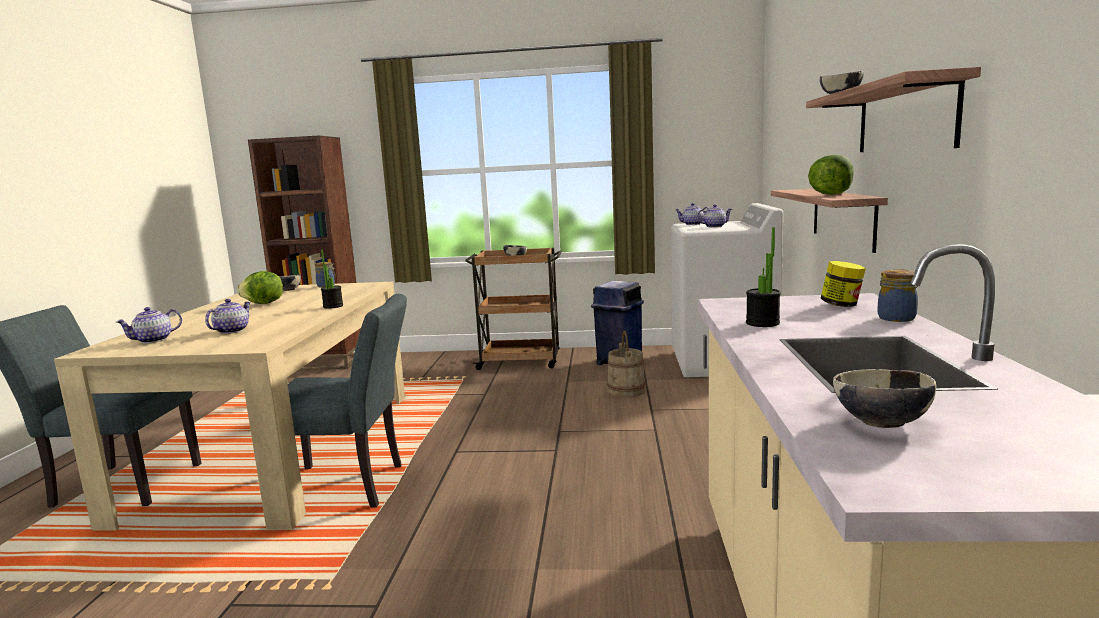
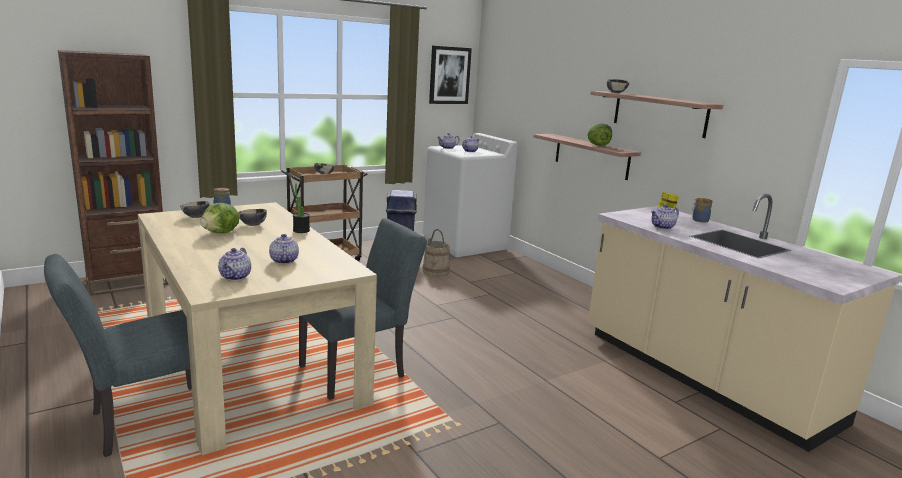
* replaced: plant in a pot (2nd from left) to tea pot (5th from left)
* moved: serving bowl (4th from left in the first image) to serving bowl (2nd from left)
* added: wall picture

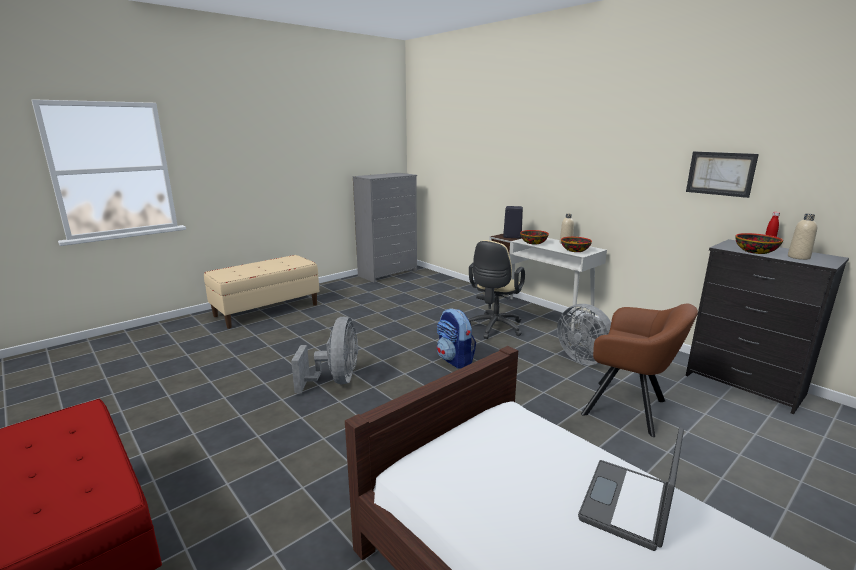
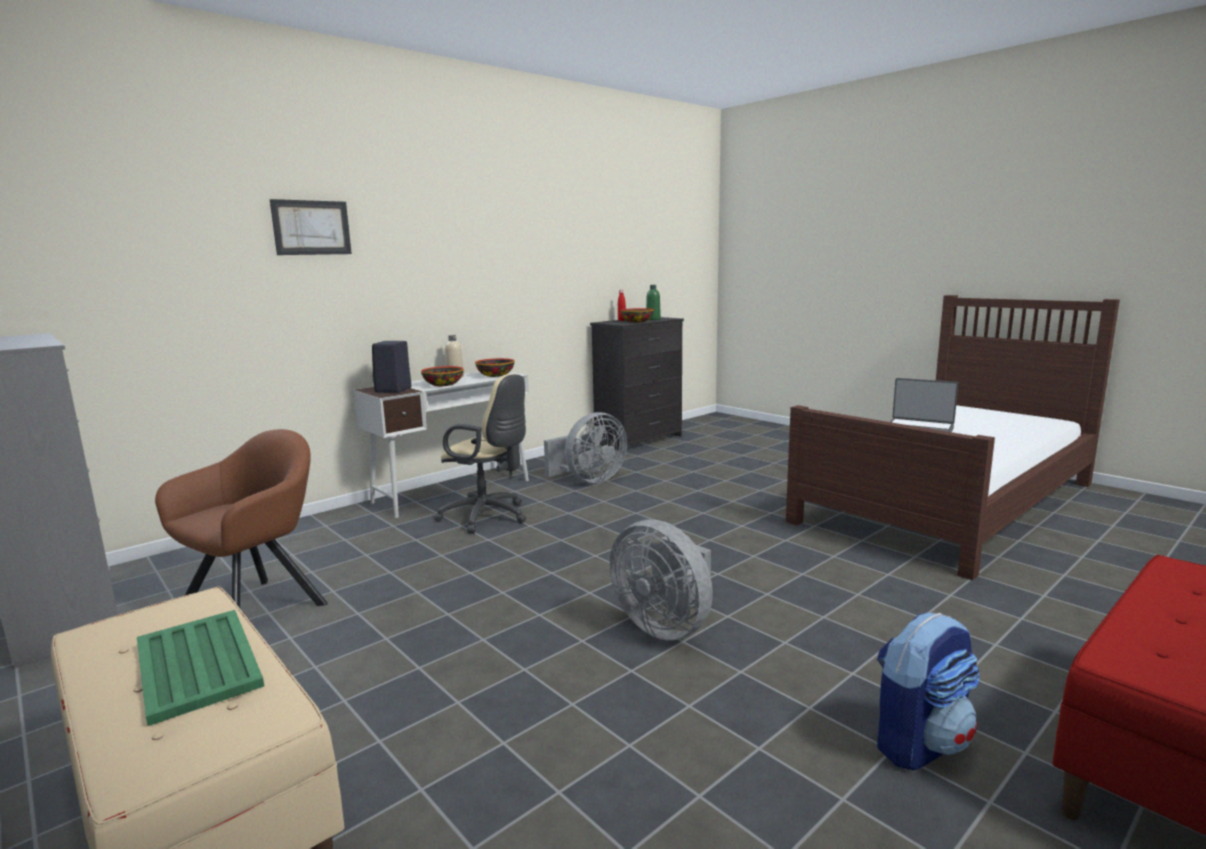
* turned: electric fan in greyish (1st from left in the first image) 135 degrees counterclockwise
* moved: rucksack
* moved: armchair in brown-coloured
* moved: wall picture
* recoloured: beverage bottle in sand-coloured (2nd from left) to beverage bottle in greenish
* added: tray in greenish

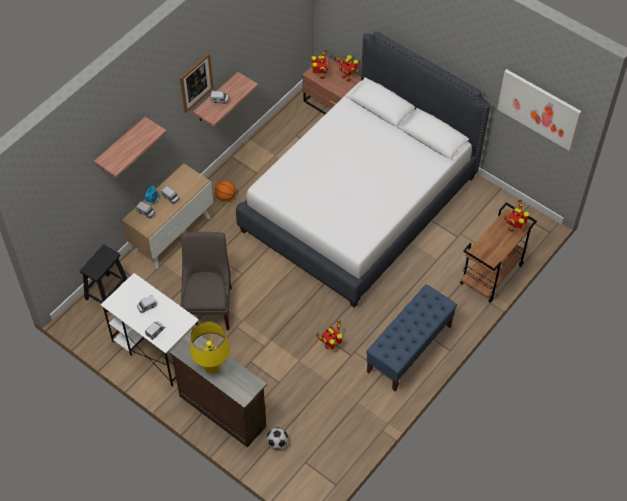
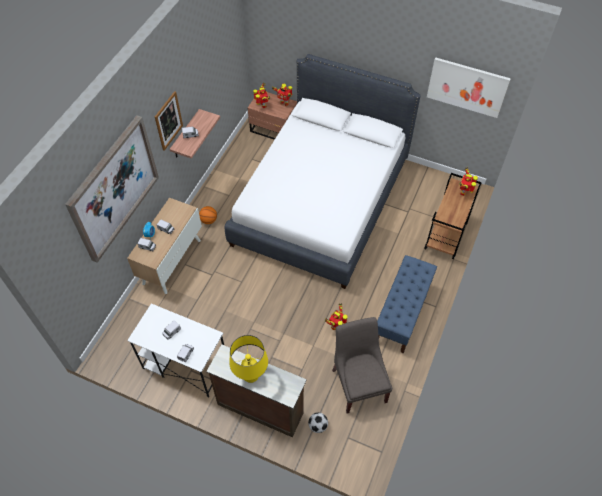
* removed: stool seat in black
* replaced: shelf (1st from left) to wall picture (1st from left)
* moved: chair in greyish

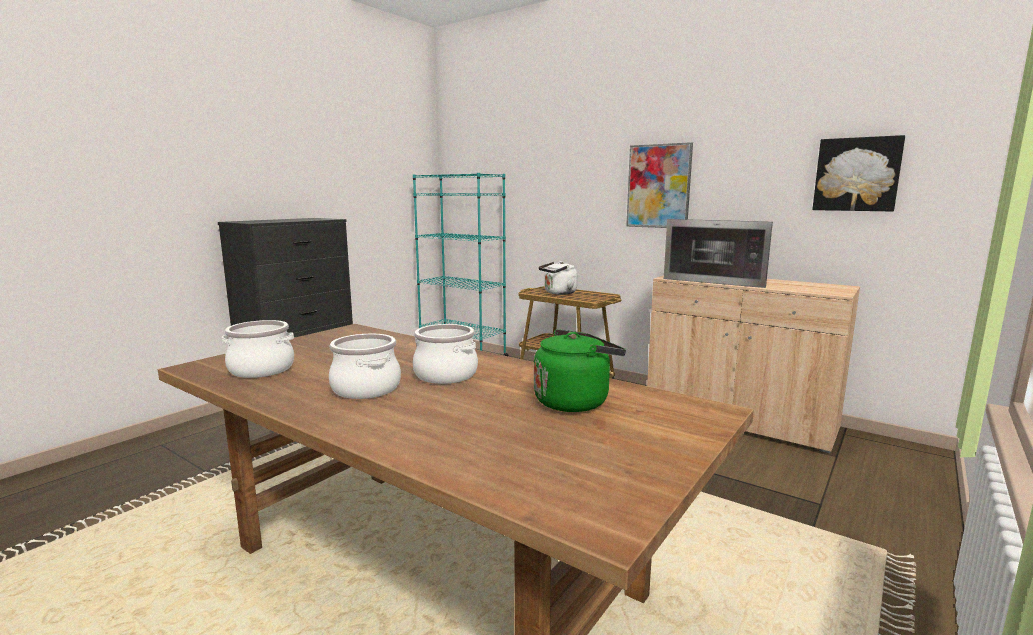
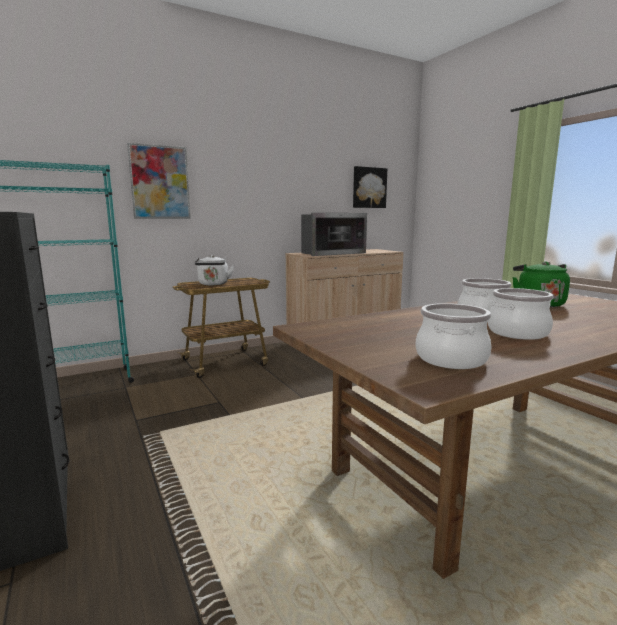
* moved: wall picture (1st from left)

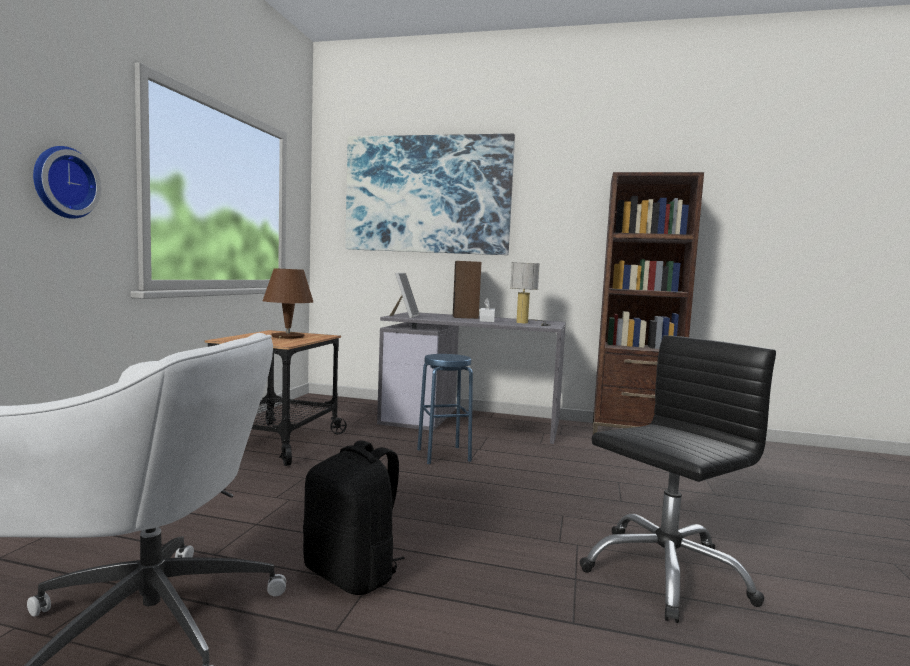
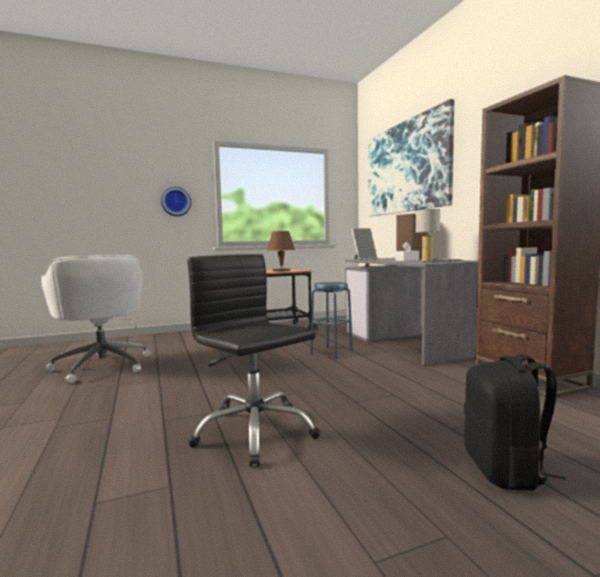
* moved: rucksack in black
* turned: office chair in black 150 degrees counterclockwise

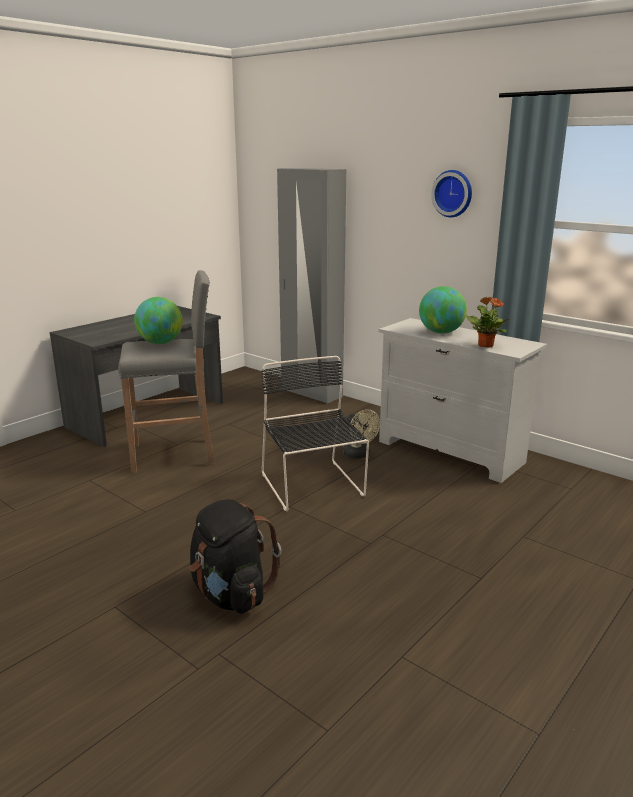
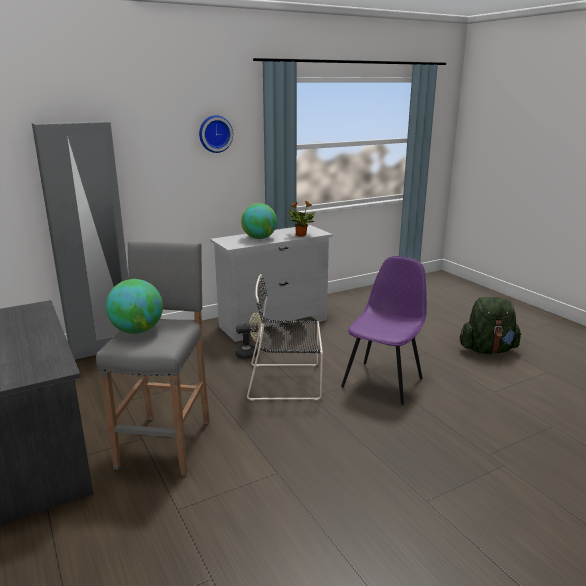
* removed: rucksack in black
* added: chair in purplish
* added: rucksack in greenish

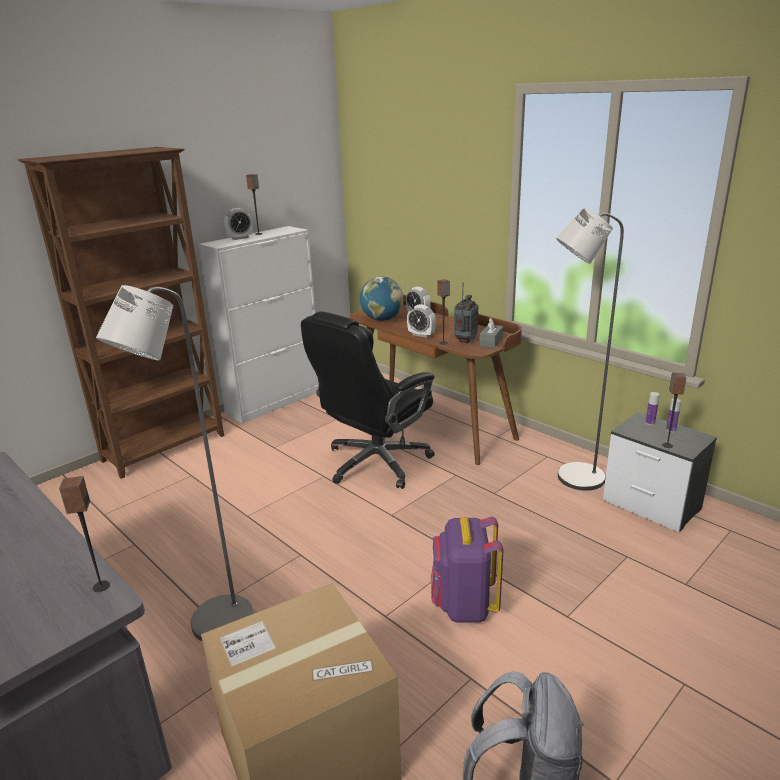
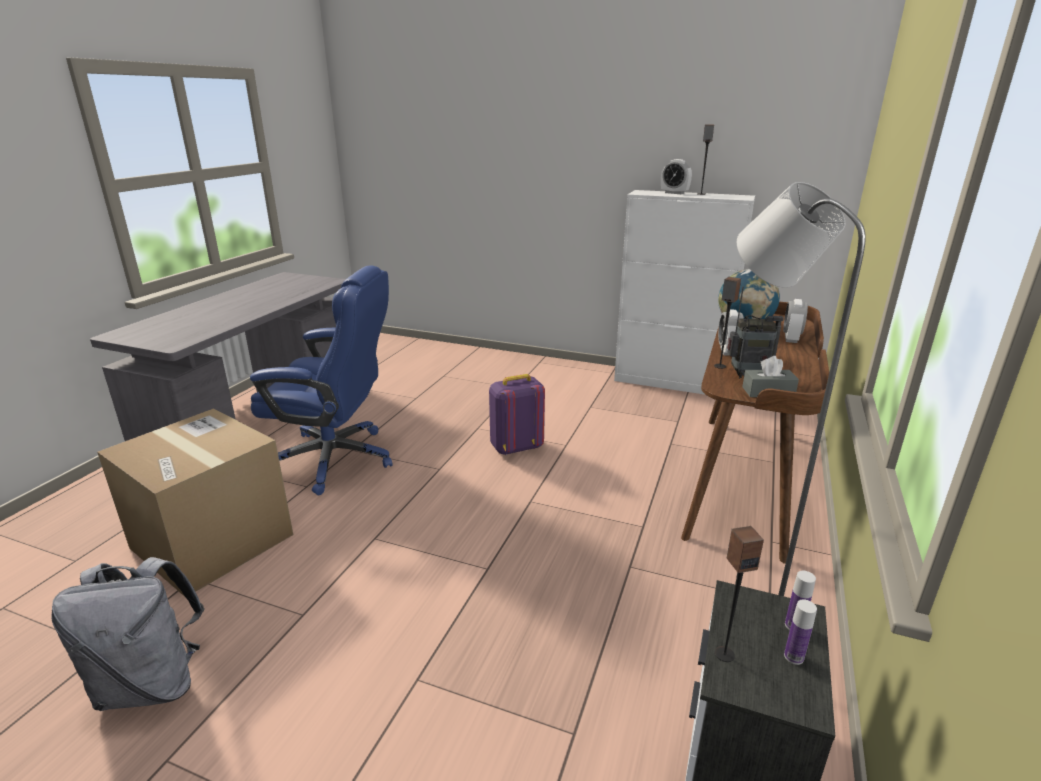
* removed: bookshelf in brown-coloured
* removed: speaker (1st from left)
* replaced: standard lamp in greyish (1st from left) to office chair in blue-coloured
* removed: office chair in black
* moved: rucksack in purplish

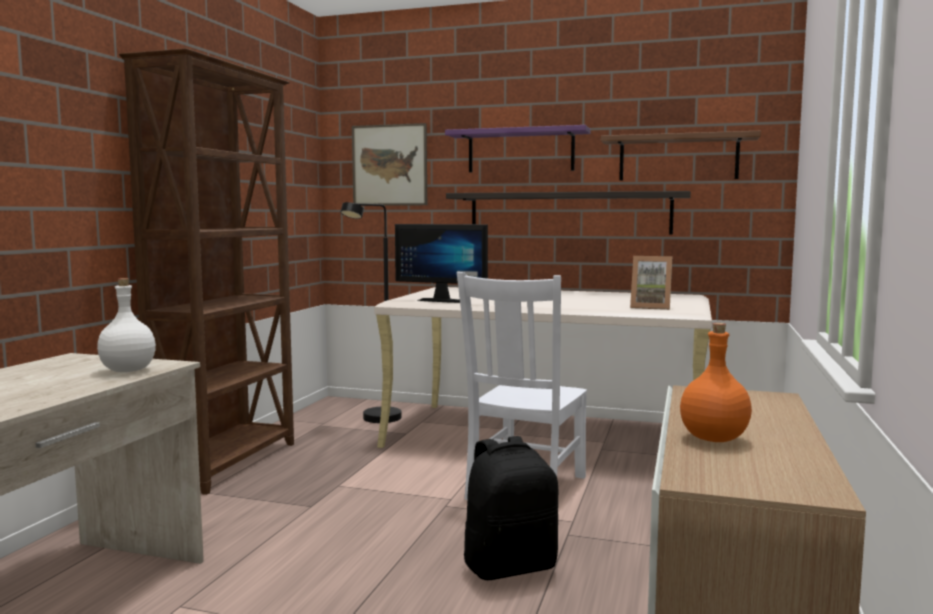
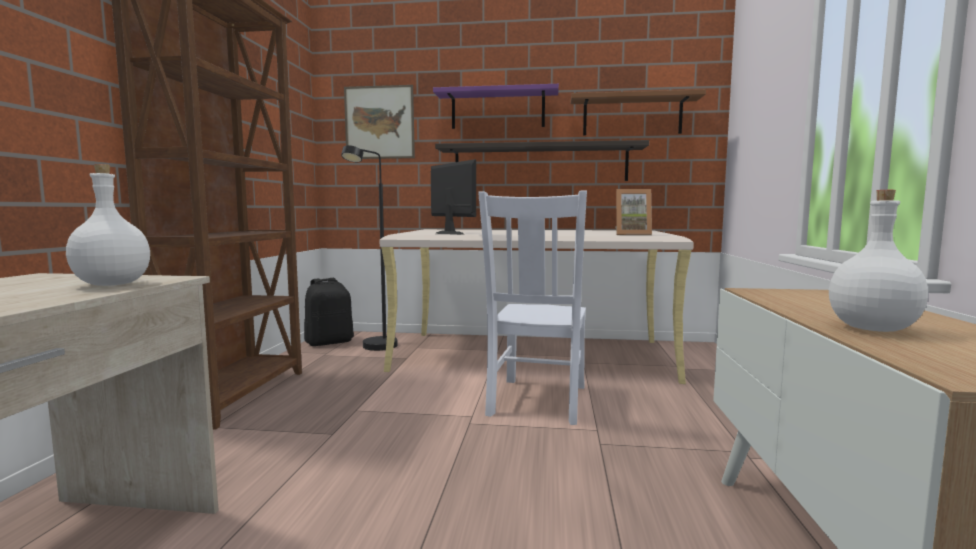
* turned: computer display 135 degrees counterclockwise
* moved: rucksack in black
* recoloured: beverage bottle in orange to beverage bottle in white (2nd from left)

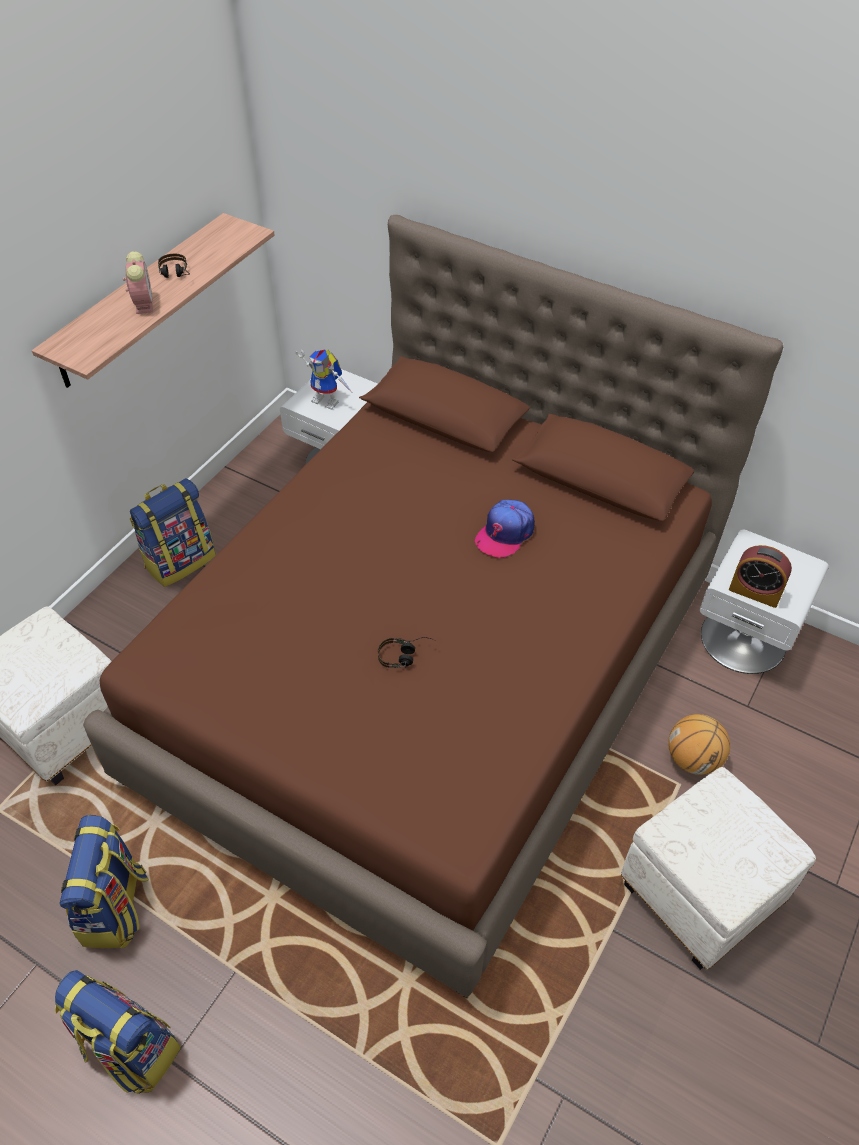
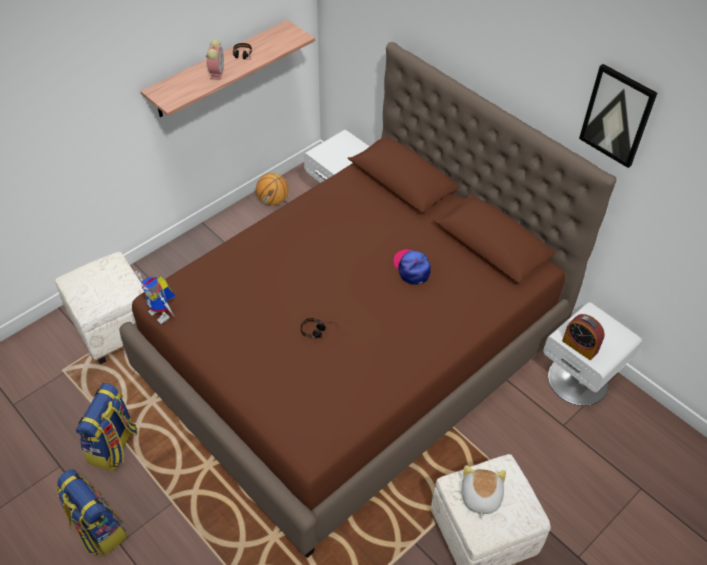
* removed: rucksack (3rd from left)
* moved: robot figure
* turned: peaked cap 105 degrees clockwise
* moved: basketball
* added: soft toy
* added: wall picture

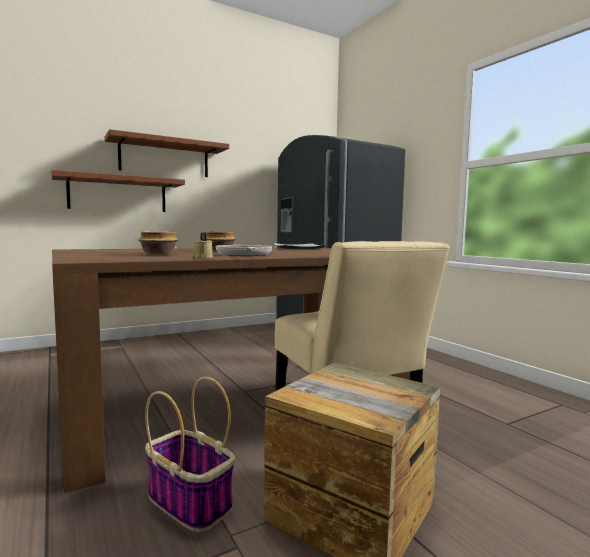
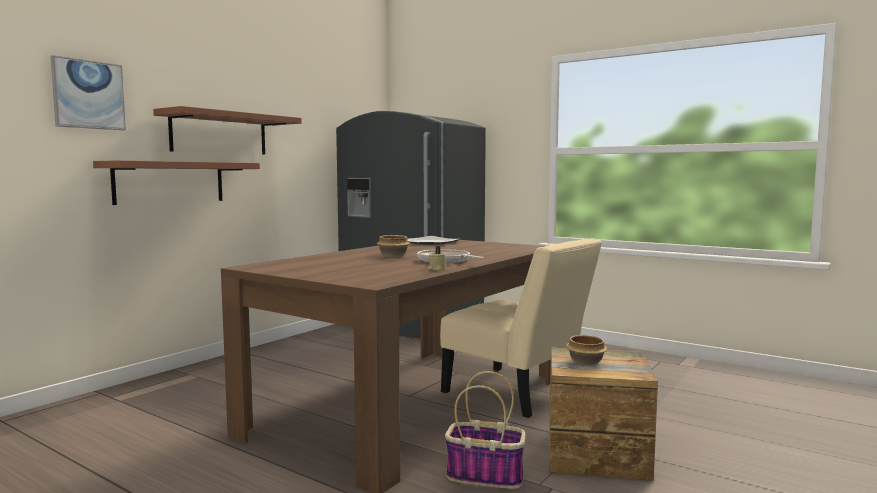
* moved: serving bowl (1st from left in the first image) to serving bowl (2nd from left)
* added: wall picture

